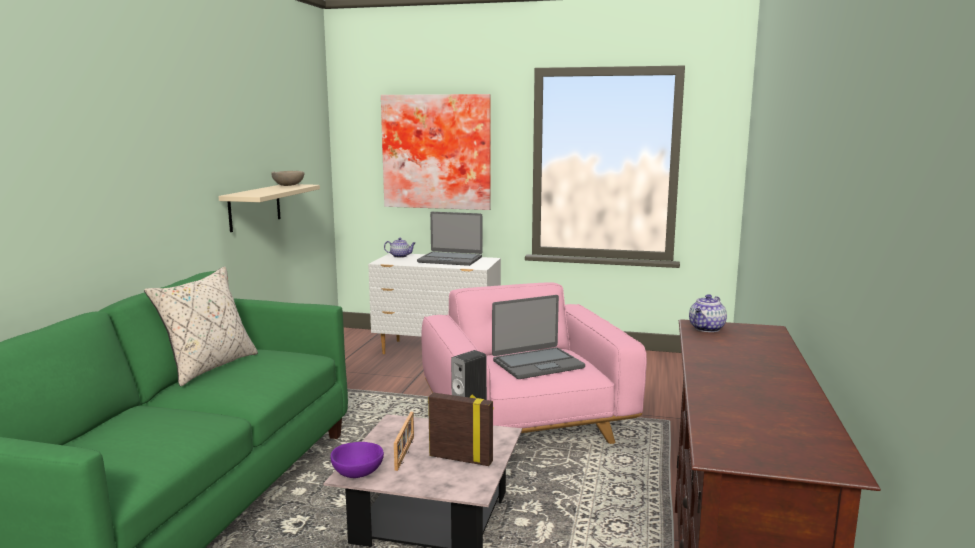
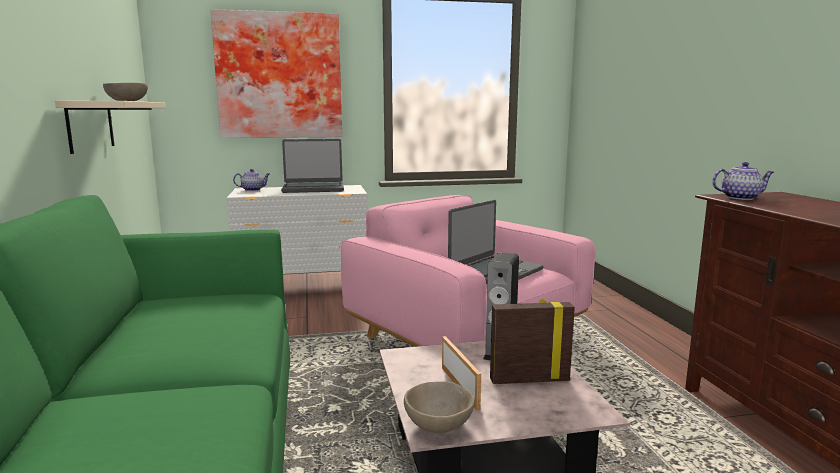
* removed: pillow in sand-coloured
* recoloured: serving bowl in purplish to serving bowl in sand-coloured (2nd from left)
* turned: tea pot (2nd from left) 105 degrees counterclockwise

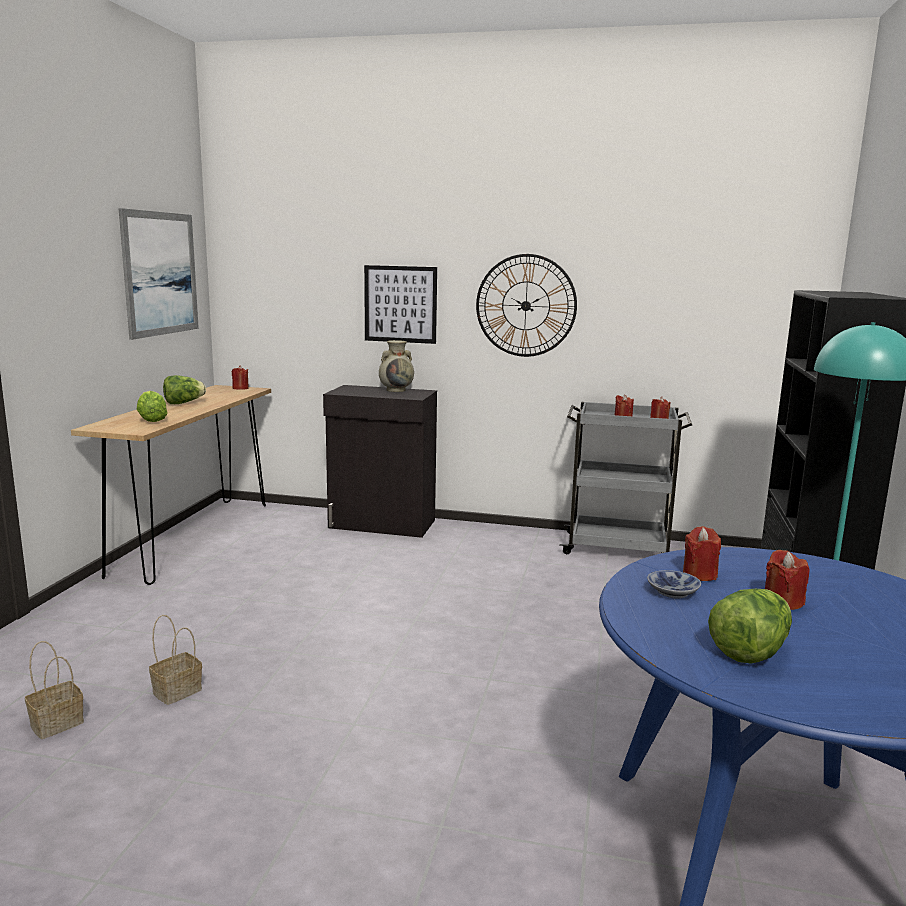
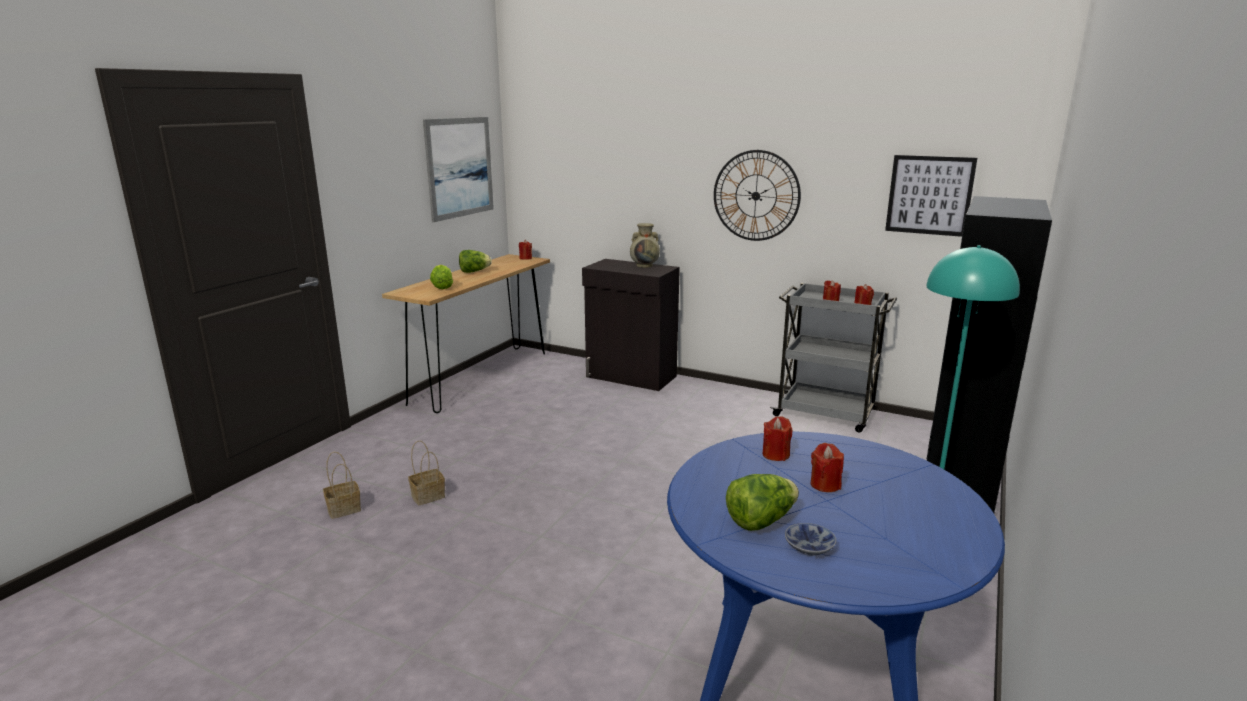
* moved: wall picture (2nd from left)
* moved: serving bowl

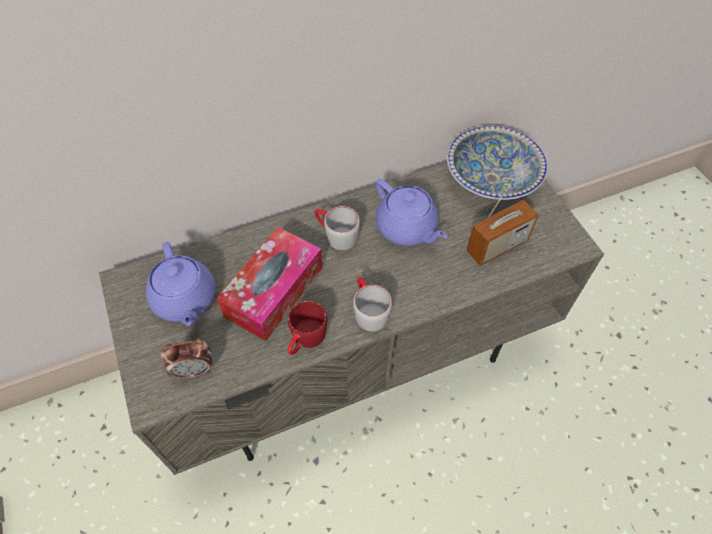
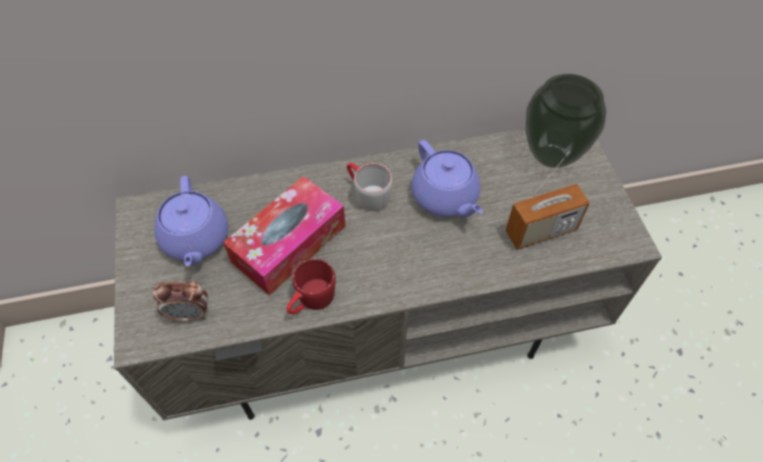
* removed: mug in greyish (2nd from left)
* replaced: serving bowl to vase

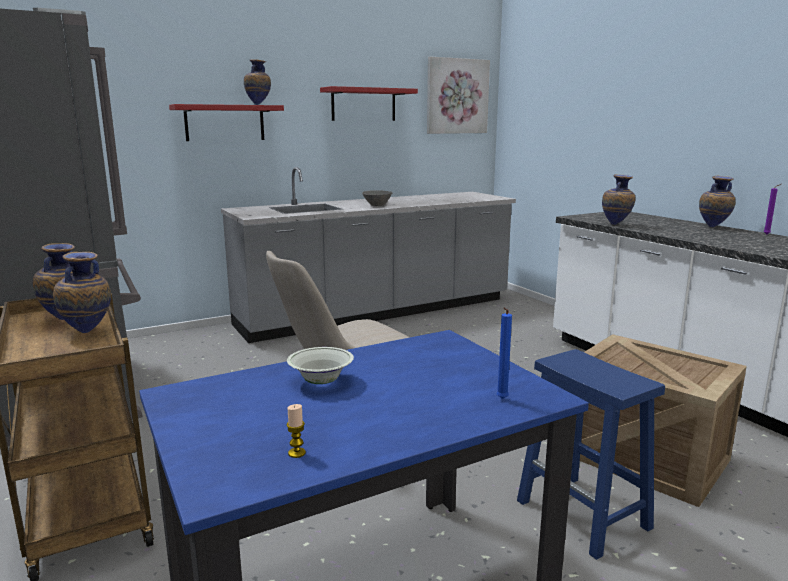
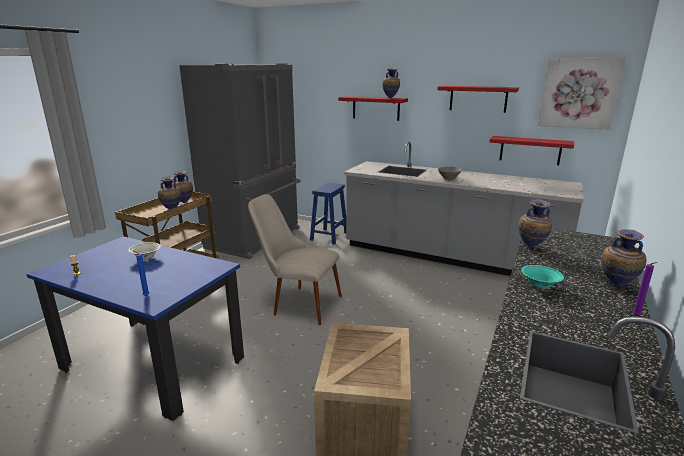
* moved: stool seat in blue-coloured
* added: shelf in red-coloured (3rd from left)
* added: serving bowl in turquoise-coloured

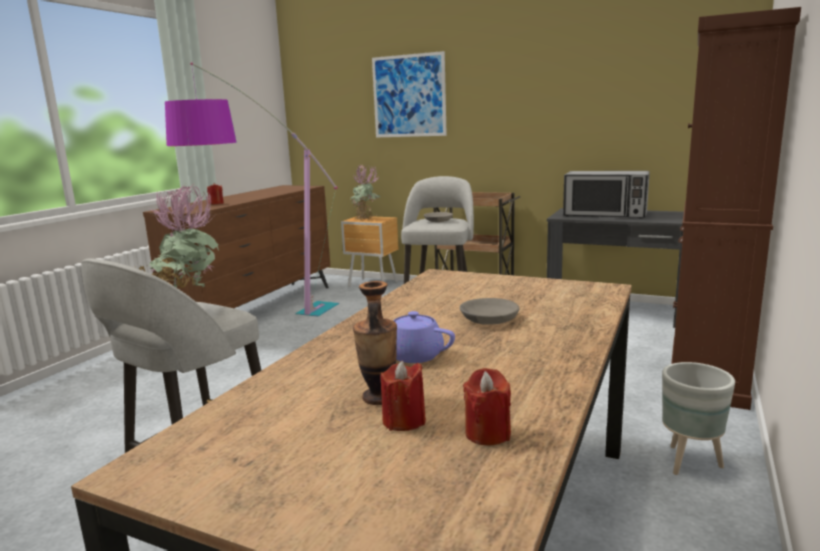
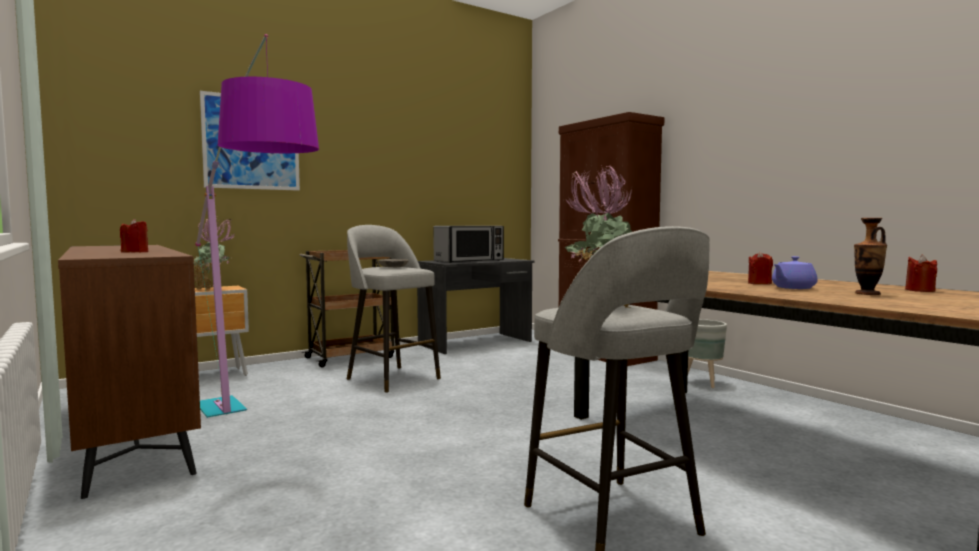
* moved: wax candle in red-coloured (2nd from left)
* removed: serving bowl in greyish (2nd from left)

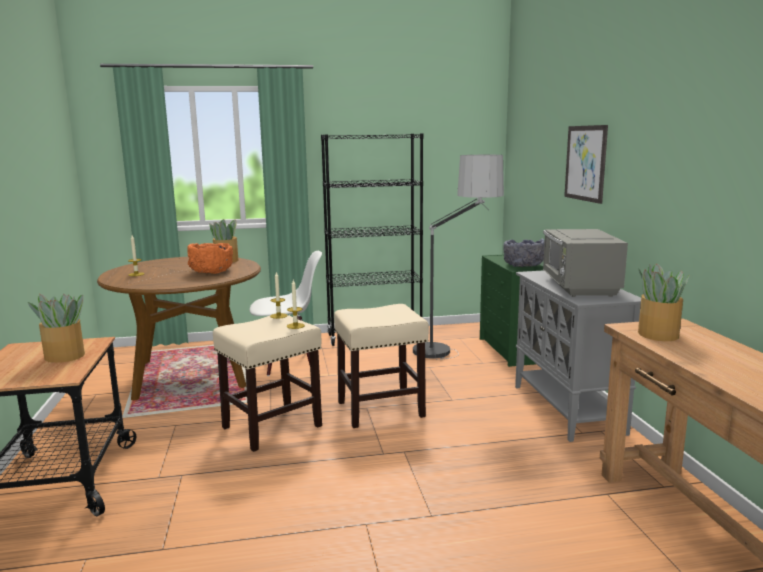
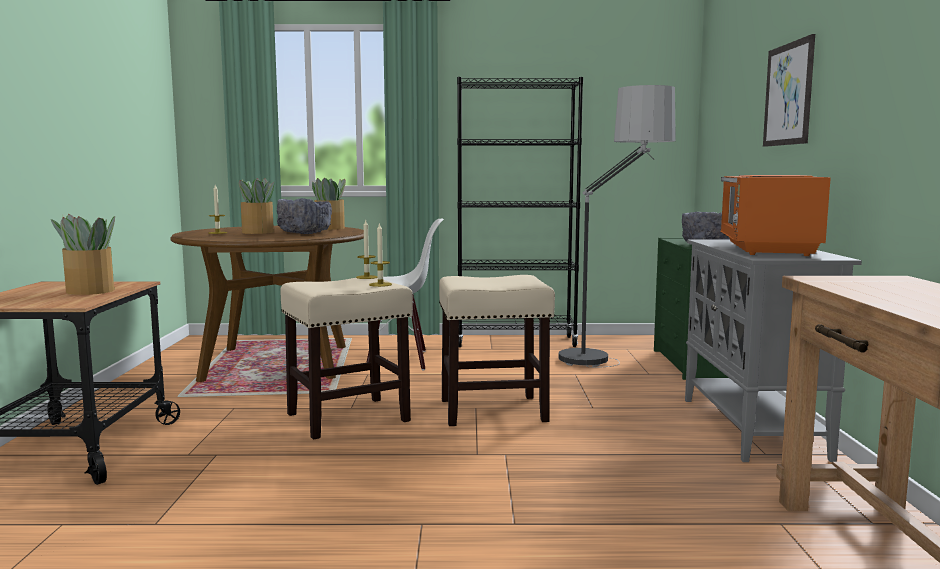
* recoloured: serving bowl in orange to serving bowl in greyish (1st from left)
* recoloured: microwave in greyish to microwave in orange
* moved: plant in a pot (3rd from left in the first image) to plant in a pot (2nd from left)

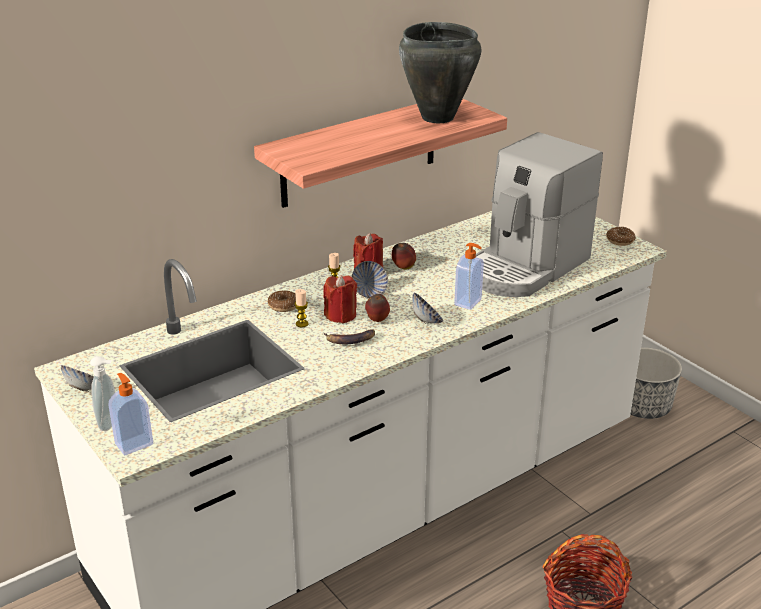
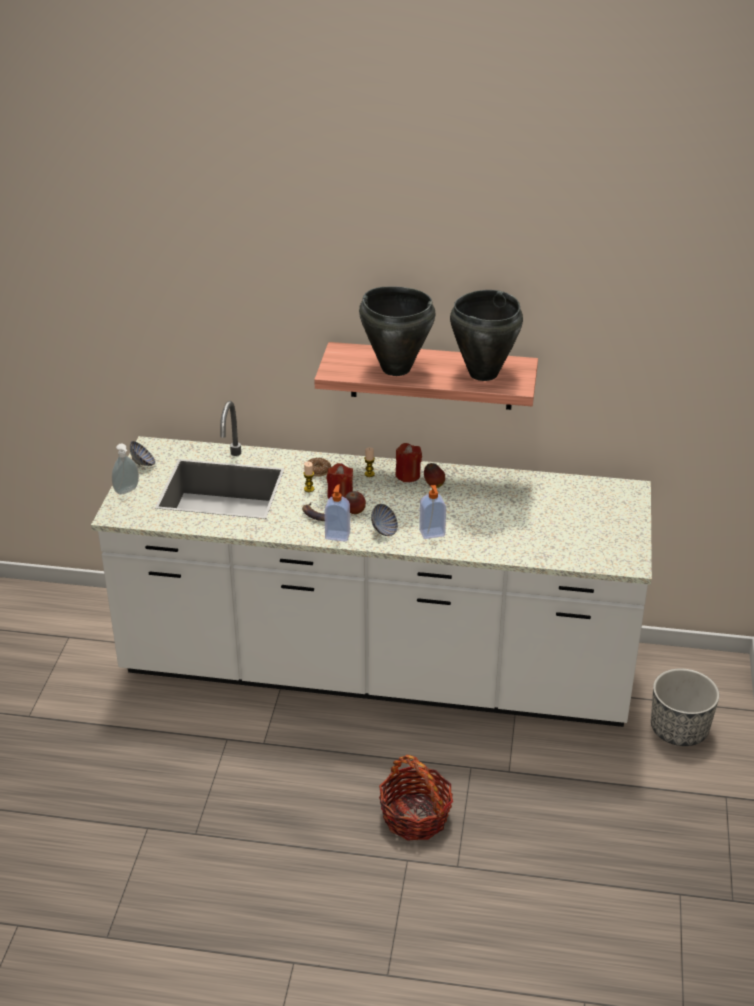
* moved: soap bottle (2nd from left)
* removed: serving bowl (2nd from left)
* removed: coffee brewer
* removed: doughnut (2nd from left)
* added: saucepot in black (1st from left)

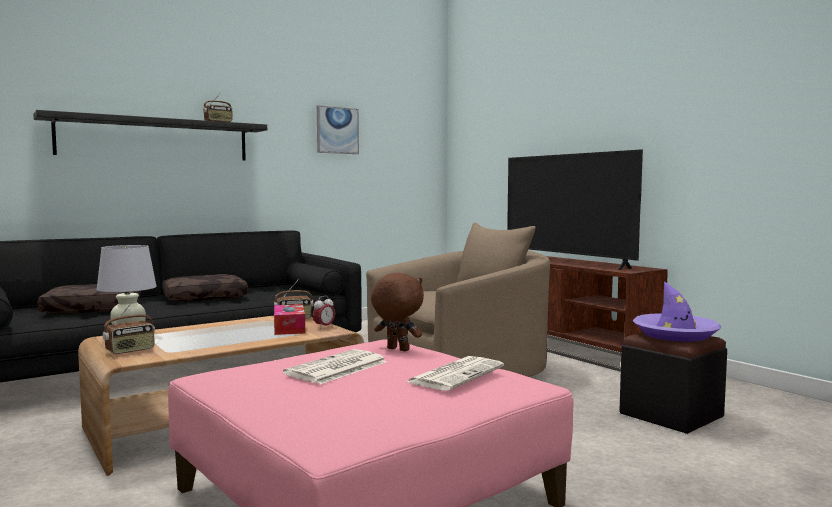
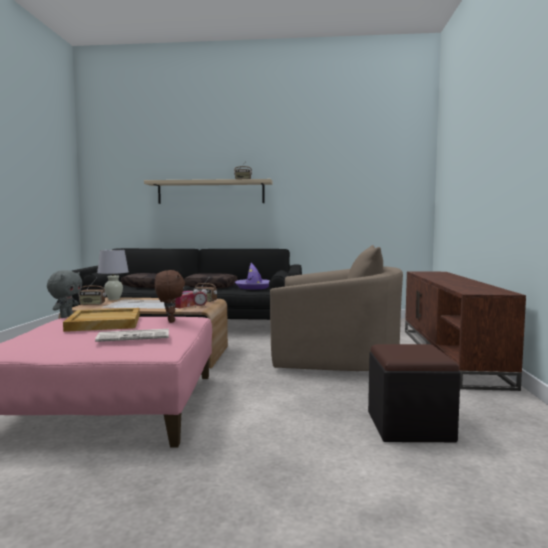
* recoloured: shelf in black to shelf in sand-coloured
* replaced: newspaper (1st from left) to tray in sand-coloured
* removed: wall picture
* removed: TV set
* moved: clothing hat in purplish
* added: soft toy in greyish

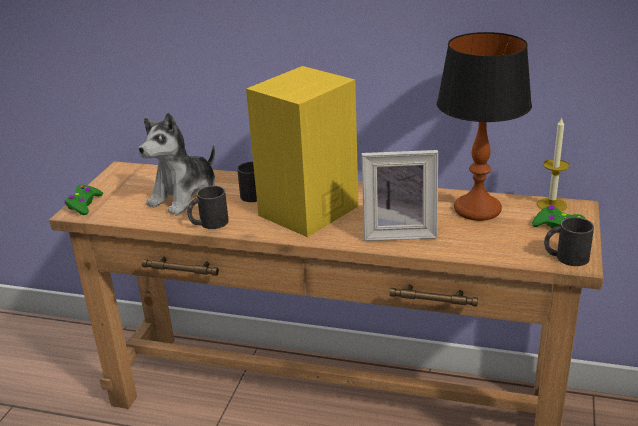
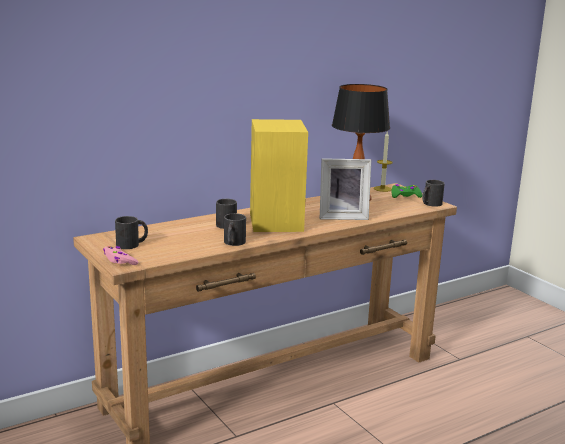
* recoloured: gamepad in greenish (1st from left) to gamepad in pinkish
* removed: soft toy
* turned: standing frame 45 degrees clockwise
* added: mug in black (1st from left)

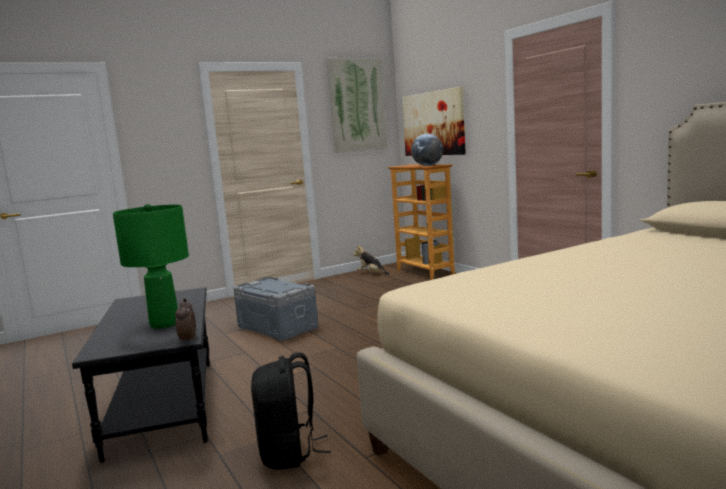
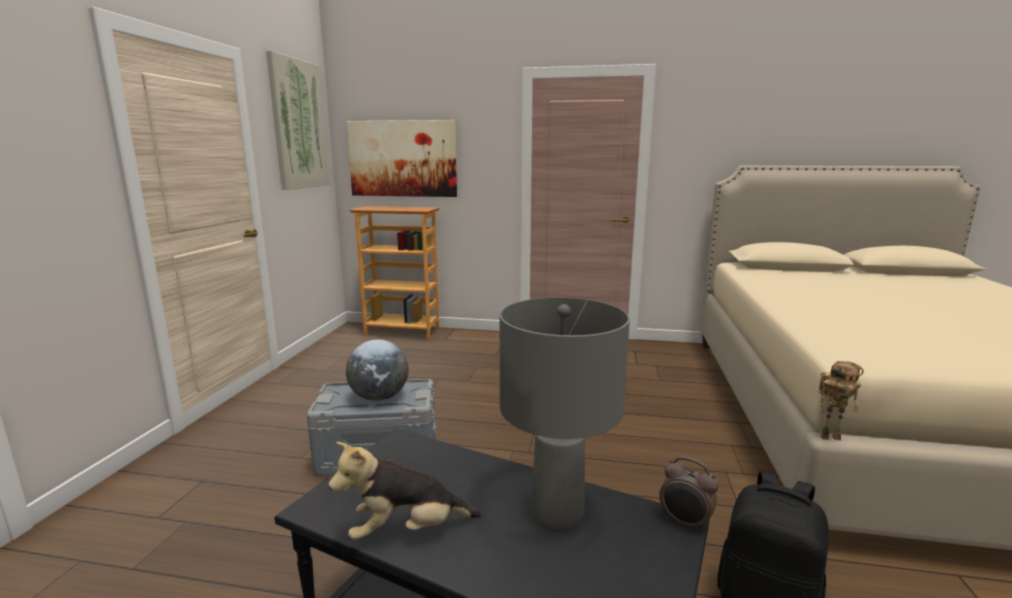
* recoloured: tabletop lamp in greenish to tabletop lamp in greyish
* moved: soft toy
* moved: globe
* added: robot figure

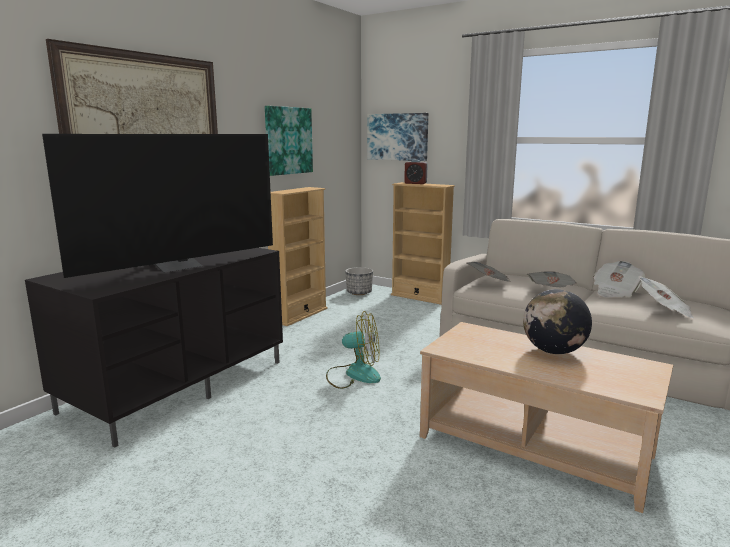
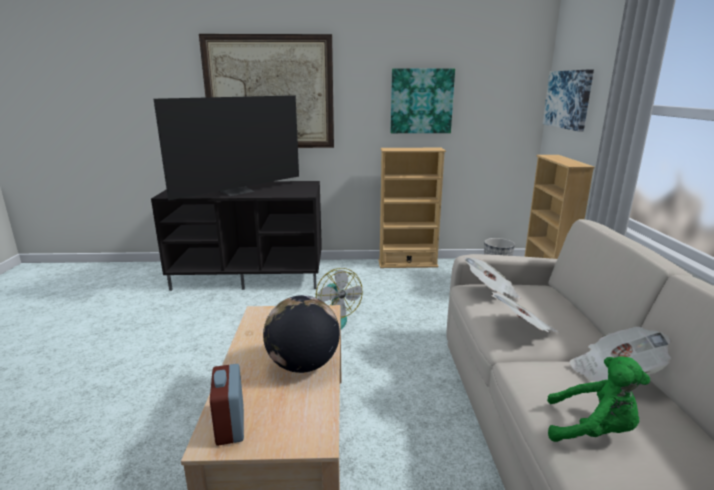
* turned: TV set 60 degrees counterclockwise
* moved: table clock
* replaced: newspaper (4th from left) to soft toy in greenish

